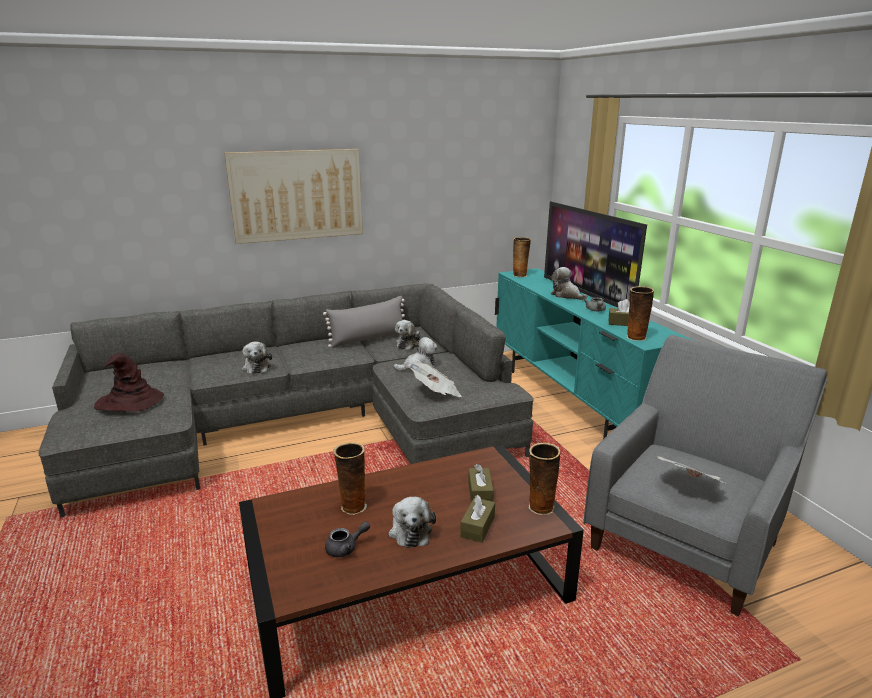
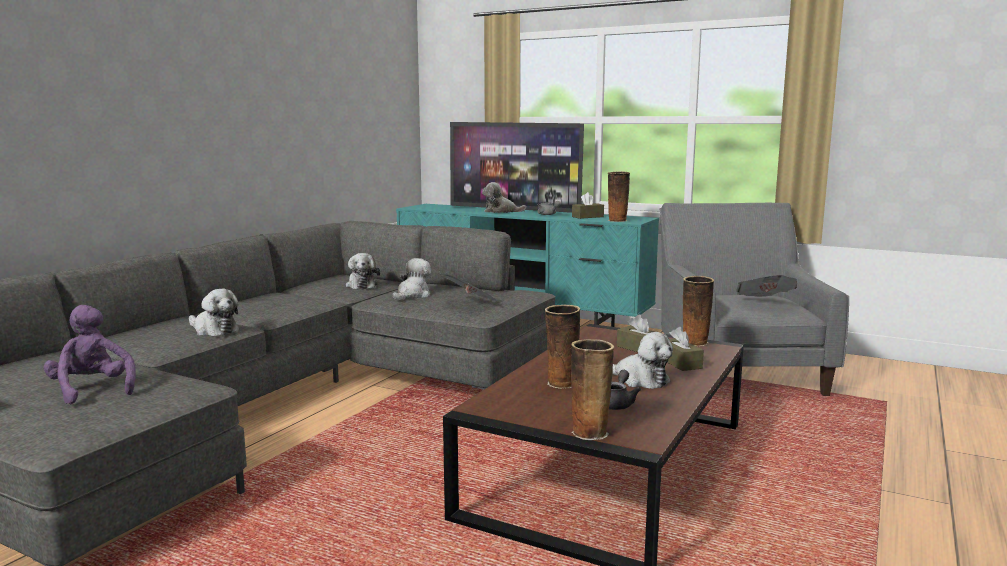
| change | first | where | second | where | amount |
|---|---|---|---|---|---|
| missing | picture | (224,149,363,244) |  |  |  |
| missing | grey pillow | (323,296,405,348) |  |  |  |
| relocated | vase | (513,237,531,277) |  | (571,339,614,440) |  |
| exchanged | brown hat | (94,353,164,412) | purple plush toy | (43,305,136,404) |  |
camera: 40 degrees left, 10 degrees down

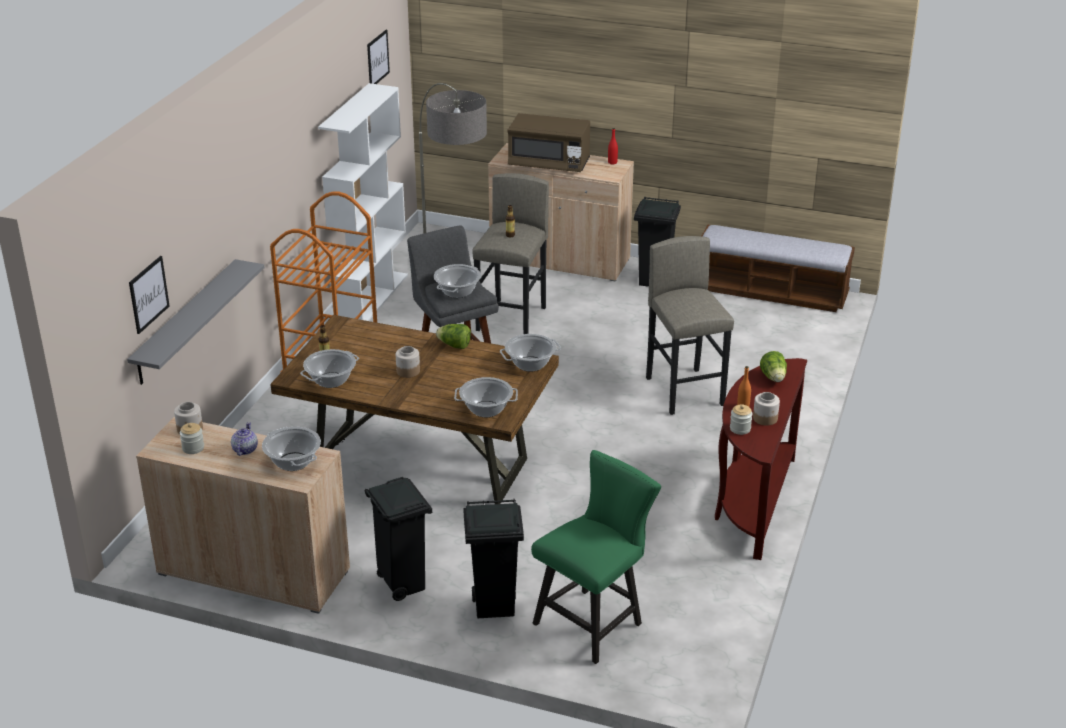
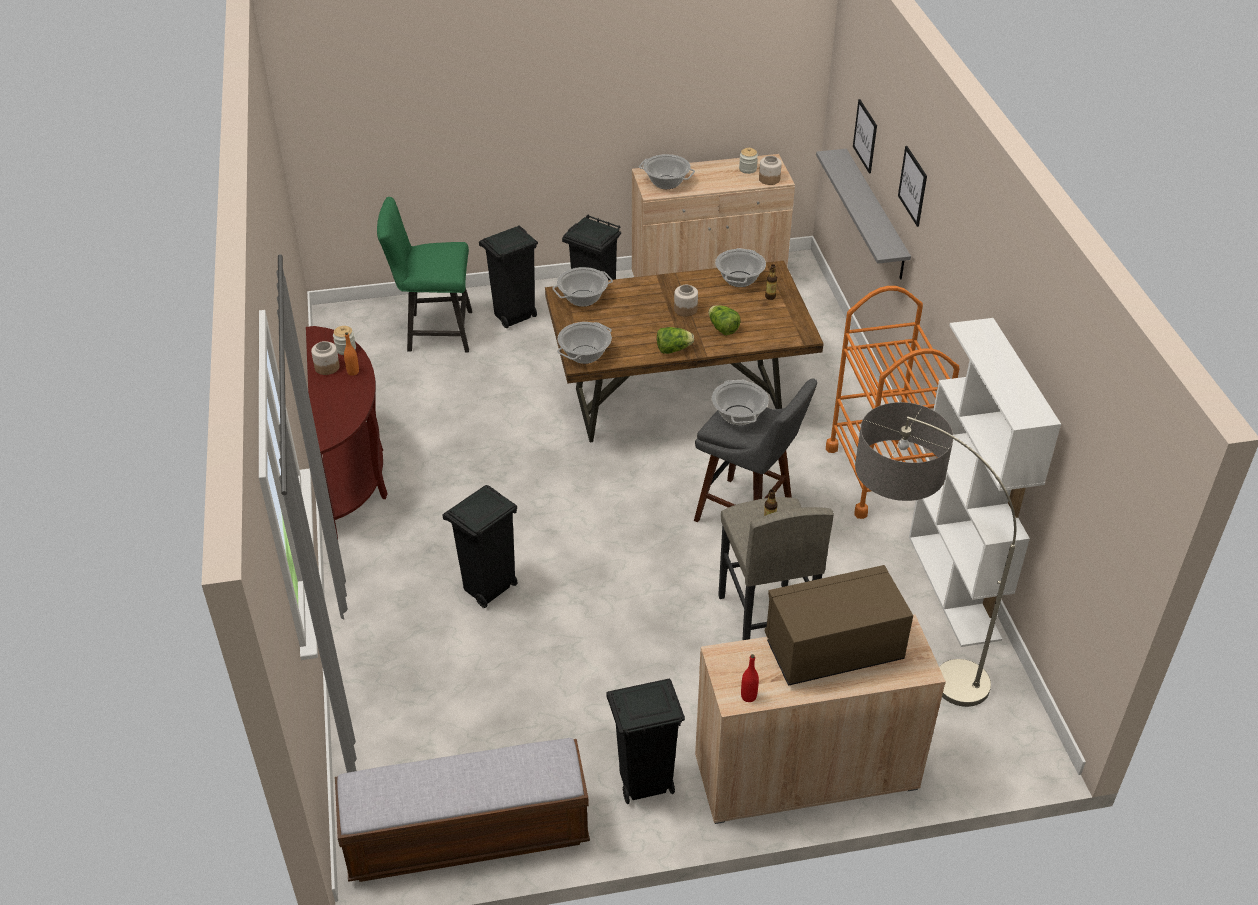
| change | first | where | second | where | amount |
|---|---|---|---|---|---|
| missing | teapot | (231,422,258,456) |  |  |  |
| relocated | picture | (367,30,390,84) |  | (898,146,927,227) |  |
| relocated | lettuce | (760,351,787,382) |  | (708,305,741,335) |  |
| exchanged | grey stool | (646,236,734,415) | black trash can | (442,485,518,608) |  |
| spun | green chair | (531,450,661,664) |  | (377,197,472,352) | 75 degrees clockwise |
camera: 150 degrees right, 10 degrees up

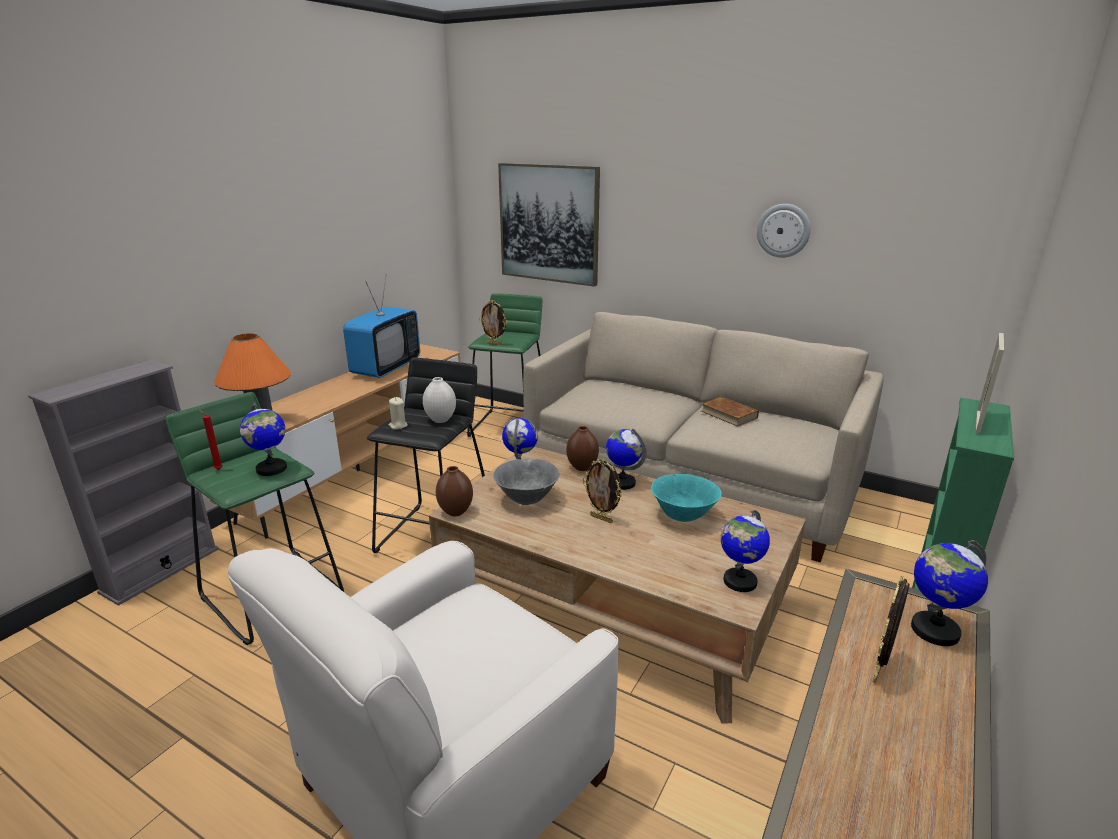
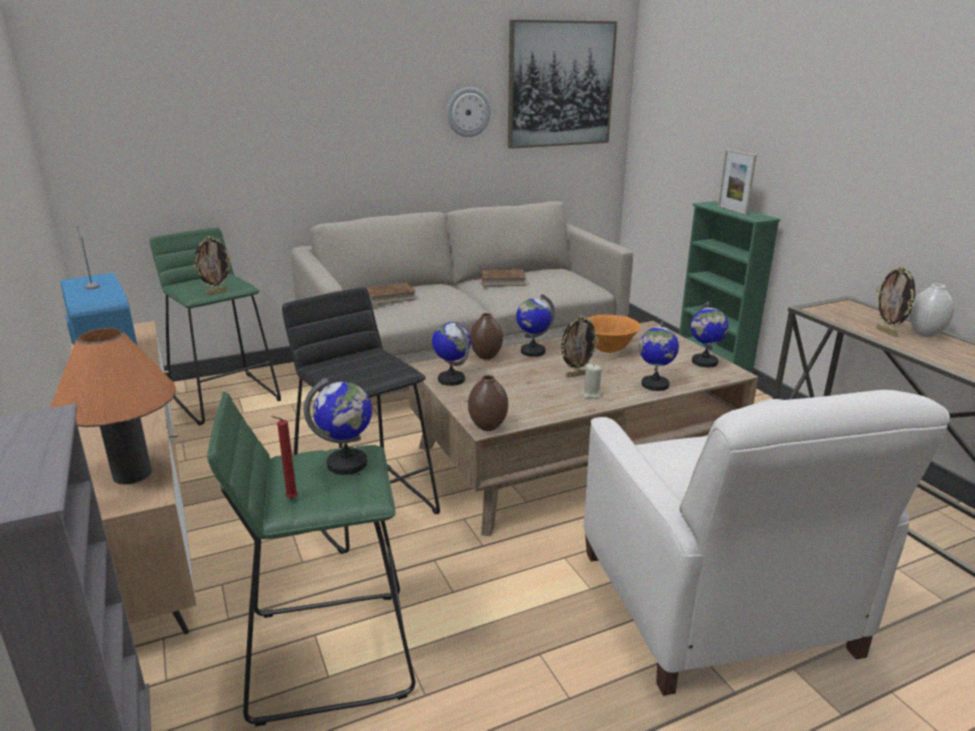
| change | first | where | second | where | amount |
|---|---|---|---|---|---|
| missing | grey bowl | (493,459,560,505) |  |  |  |
| appeared |  |  | brown book | (366,283,416,305) |  |
| relocated | beige candle | (389,397,408,429) |  | (581,364,602,399) |  |
| relocated | white vase | (423,377,456,423) |  | (909,284,954,337) |  |
| relocated | picture | (498,163,600,287) |  | (508,20,617,149) |  |
| relocated | globe | (911,540,988,646) |  | (639,321,679,391) |  |
| colour | turquoise bowl | (651,474,722,522) | orange bowl | (587,315,641,353) |  |
camera: 55 degrees left, 0 degrees up

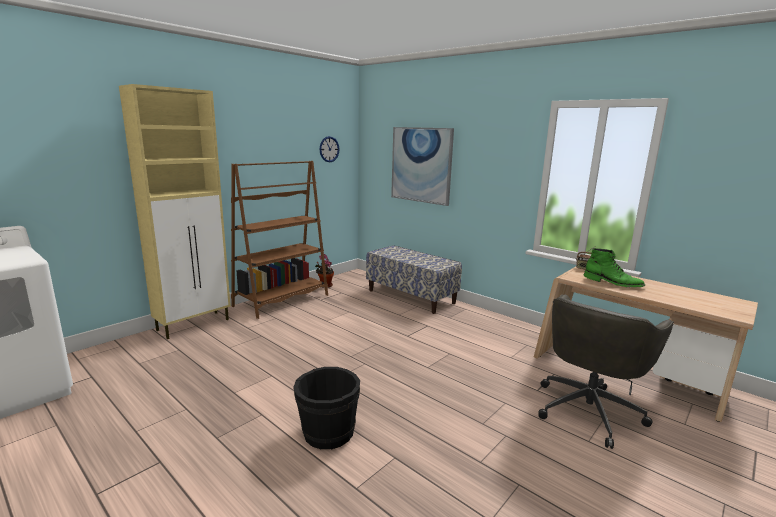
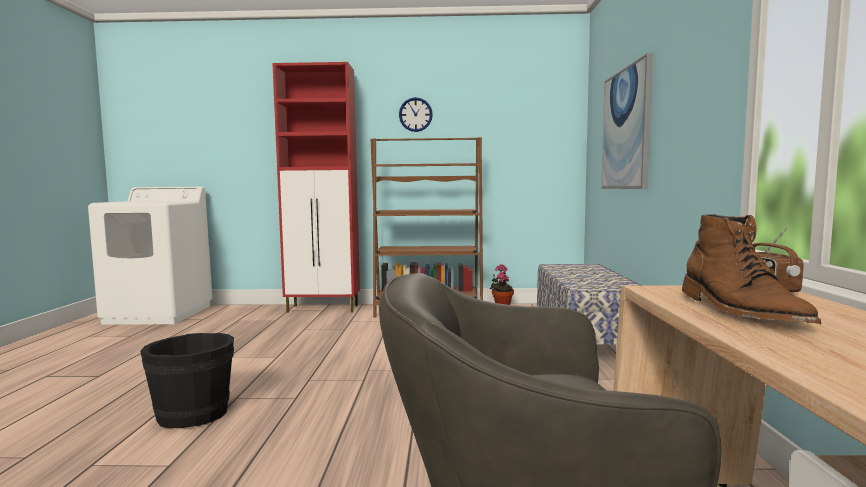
| change | first | where | second | where | amount |
|---|---|---|---|---|---|
| relocated | wall clock | (319,136,340,162) |  | (399,97,433,132) |  |
| colour | beige cabinet | (119,84,231,339) | red cabinet | (272,62,360,313) |  |
| colour | green boot | (584,248,645,287) | brown boot | (682,214,821,324) |  |
camera: 50 degrees right, 10 degrees down

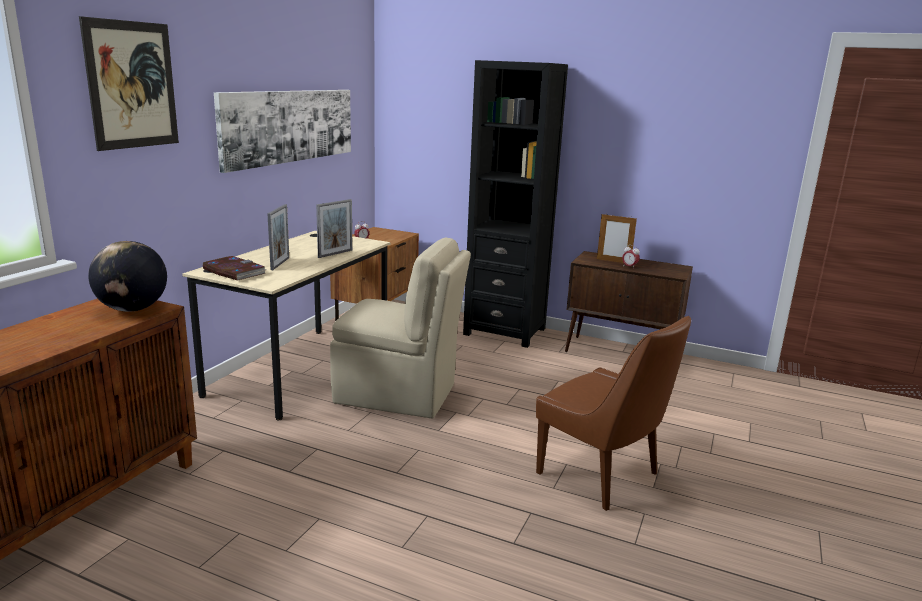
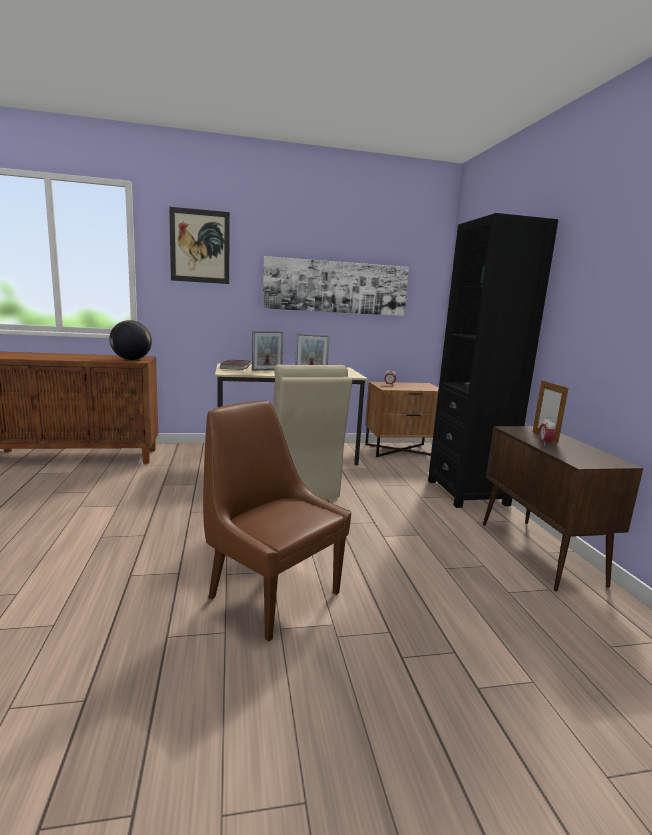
| change | first | where | second | where | amount |
|---|---|---|---|---|---|
| spun | brown chair | (536,316,691,511) |  | (203,401,351,642) | 120 degrees clockwise |
camera: 55 degrees right, 5 degrees down

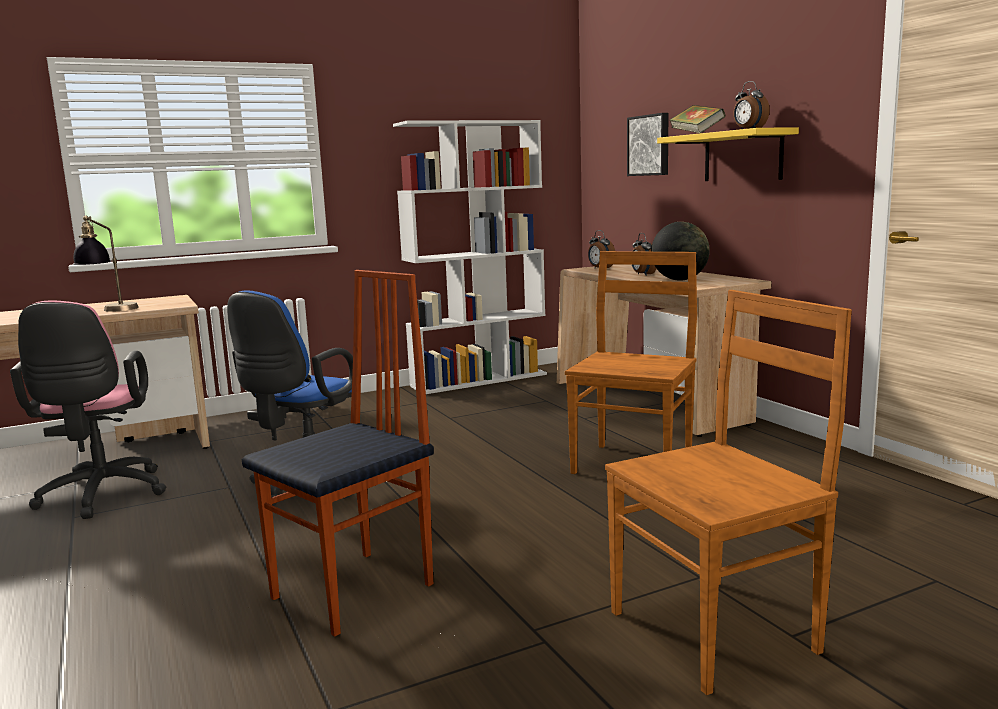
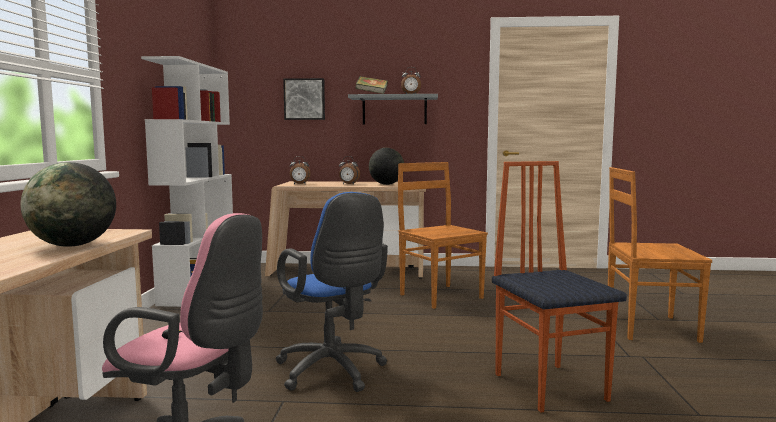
| change | first | where | second | where | amount |
|---|---|---|---|---|---|
| exchanged | table lamp | (73,216,139,312) | globe | (21,162,116,247) |  |
| colour | yellow shelf | (657,127,799,181) | grey shelf | (348,94,438,124) |  |
| spun | brown chair | (605,290,852,695) |  | (608,167,712,343) | 90 degrees counterclockwise |
camera: 60 degrees left, 5 degrees down

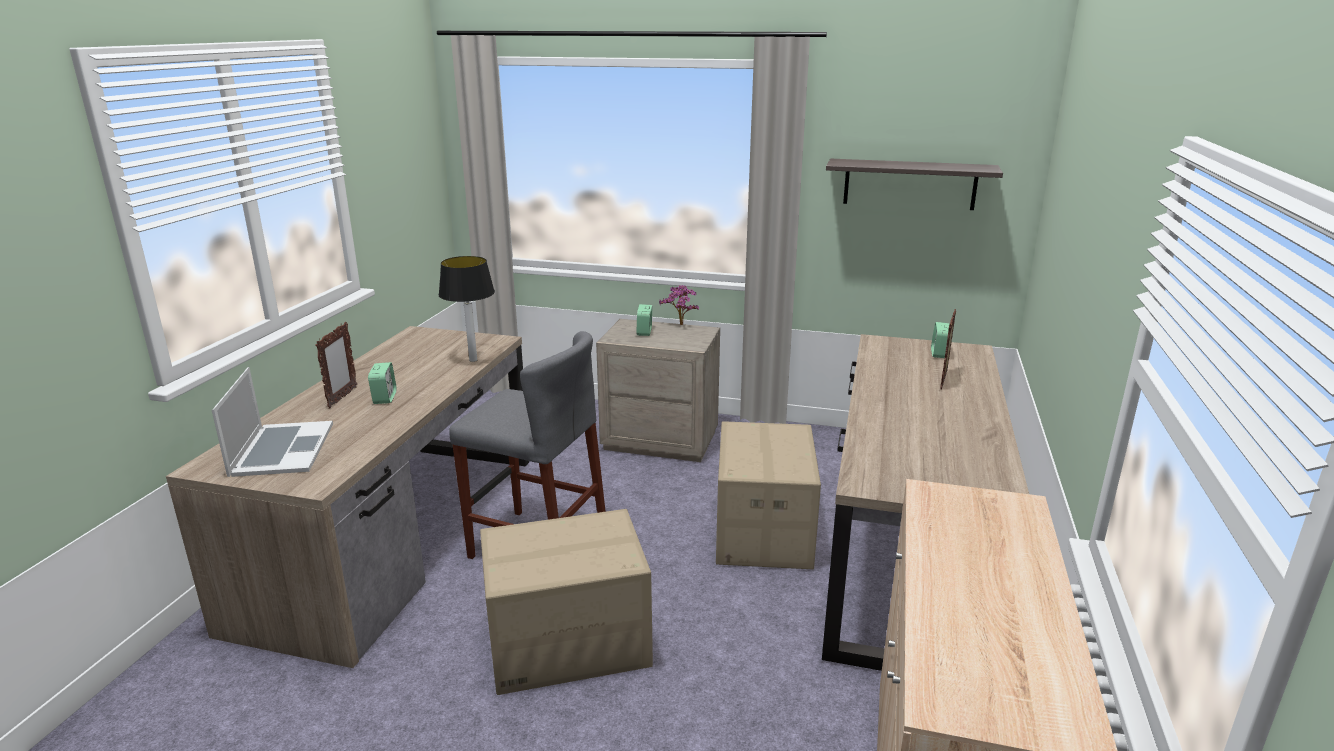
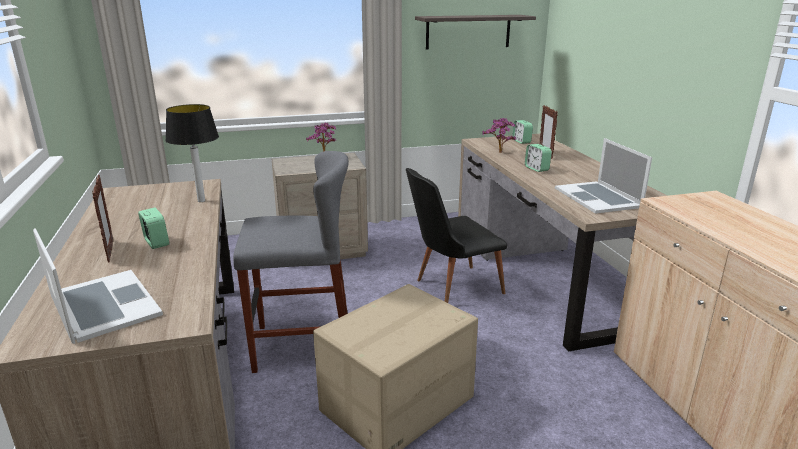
| change | first | where | second | where | amount |
|---|---|---|---|---|---|
| appeared |  |  | potted plant | (482,118,516,153) |  |
| appeared |  |  | laptop | (555,138,652,214) |  |
| relocated | alarm clock | (637,304,652,336) |  | (525,144,552,172) |  |
| exchanged | cardboard box | (716,421,821,569) | black chair | (406,168,507,303) |  |
camera: 30 degrees left, 0 degrees up

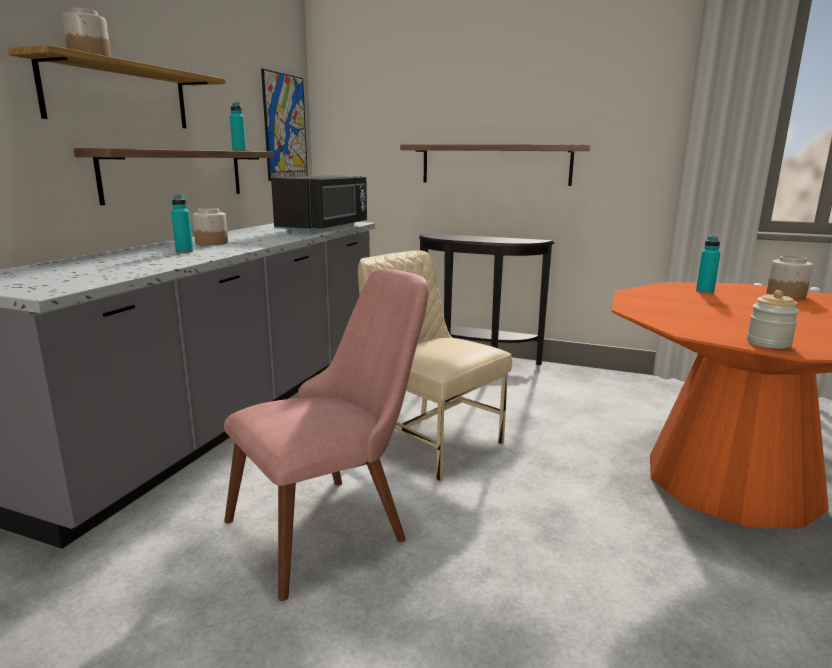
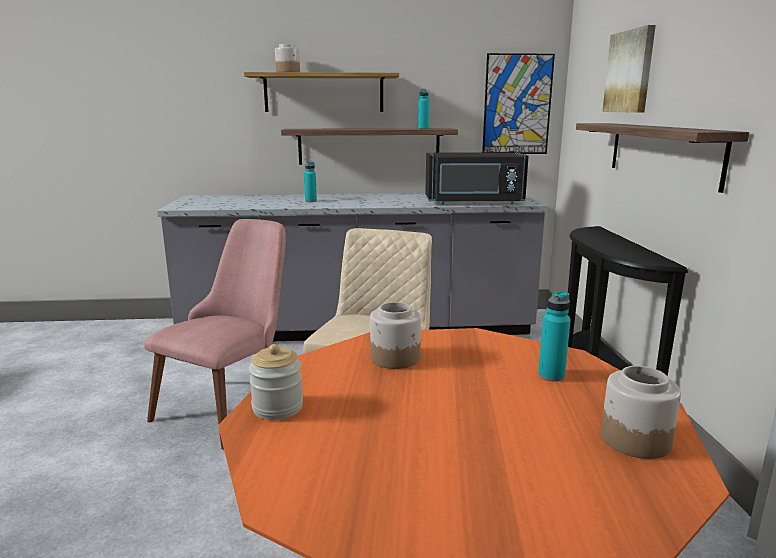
| change | first | where | second | where | amount |
|---|---|---|---|---|---|
| appeared |  |  | picture | (602,25,656,113) |  |
| relocated | jar | (193,208,228,245) |  | (370,302,421,369) |  |
| spun | pink chair | (224,269,429,601) |  | (144,219,286,450) | 90 degrees counterclockwise |
camera: 65 degrees right, 0 degrees up

